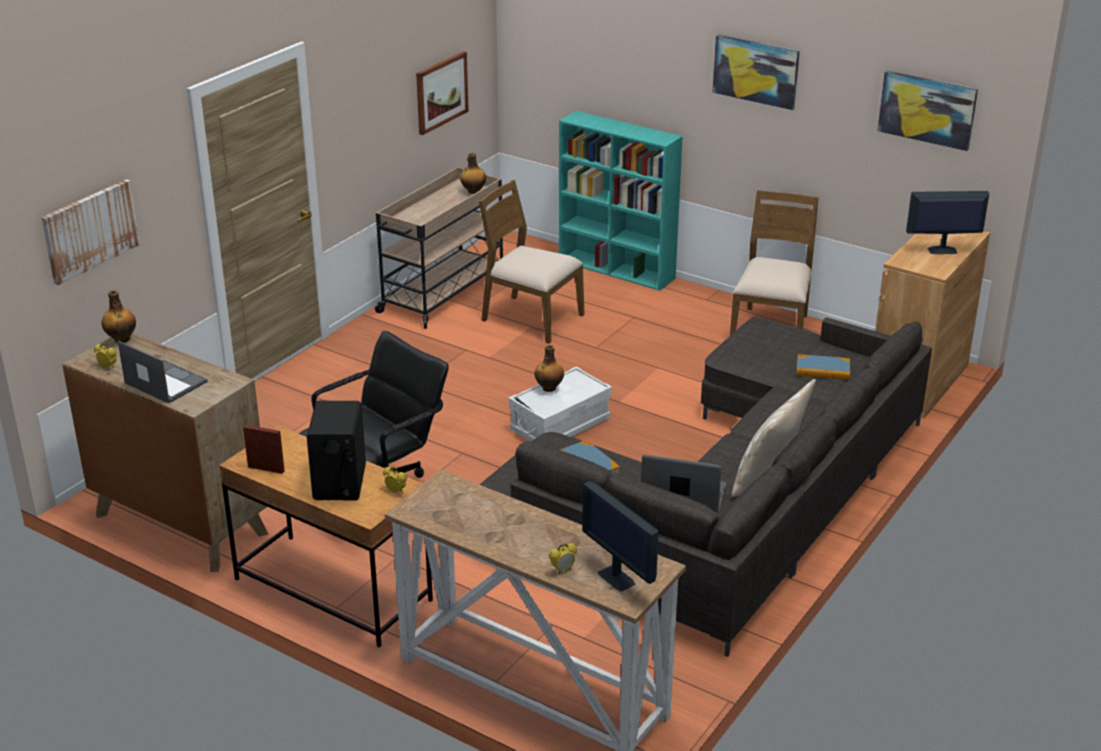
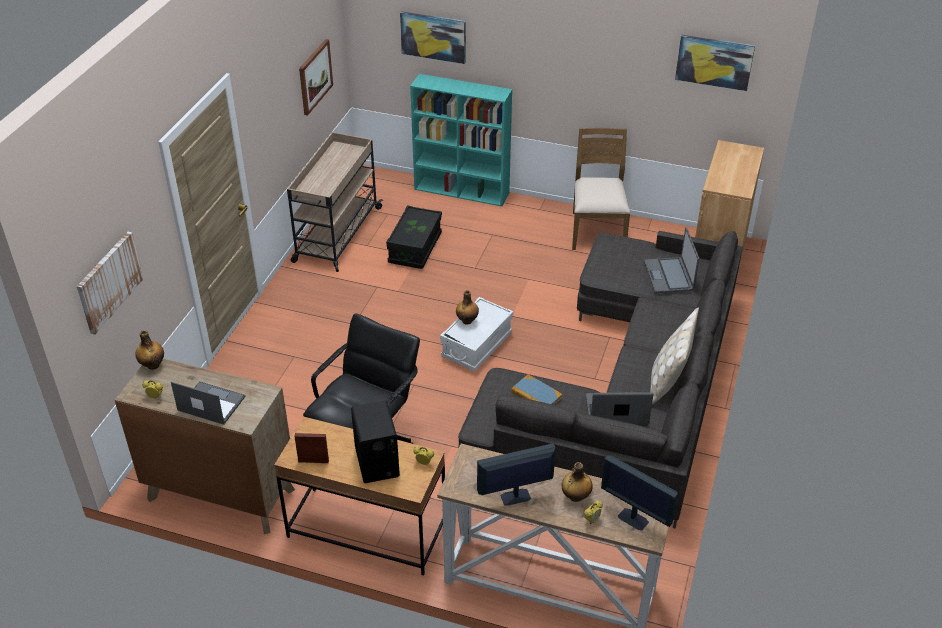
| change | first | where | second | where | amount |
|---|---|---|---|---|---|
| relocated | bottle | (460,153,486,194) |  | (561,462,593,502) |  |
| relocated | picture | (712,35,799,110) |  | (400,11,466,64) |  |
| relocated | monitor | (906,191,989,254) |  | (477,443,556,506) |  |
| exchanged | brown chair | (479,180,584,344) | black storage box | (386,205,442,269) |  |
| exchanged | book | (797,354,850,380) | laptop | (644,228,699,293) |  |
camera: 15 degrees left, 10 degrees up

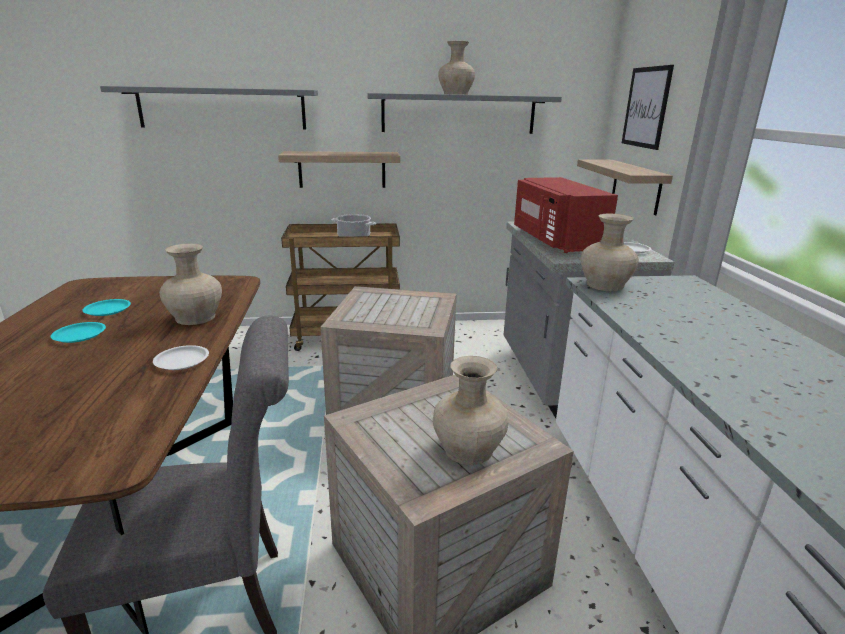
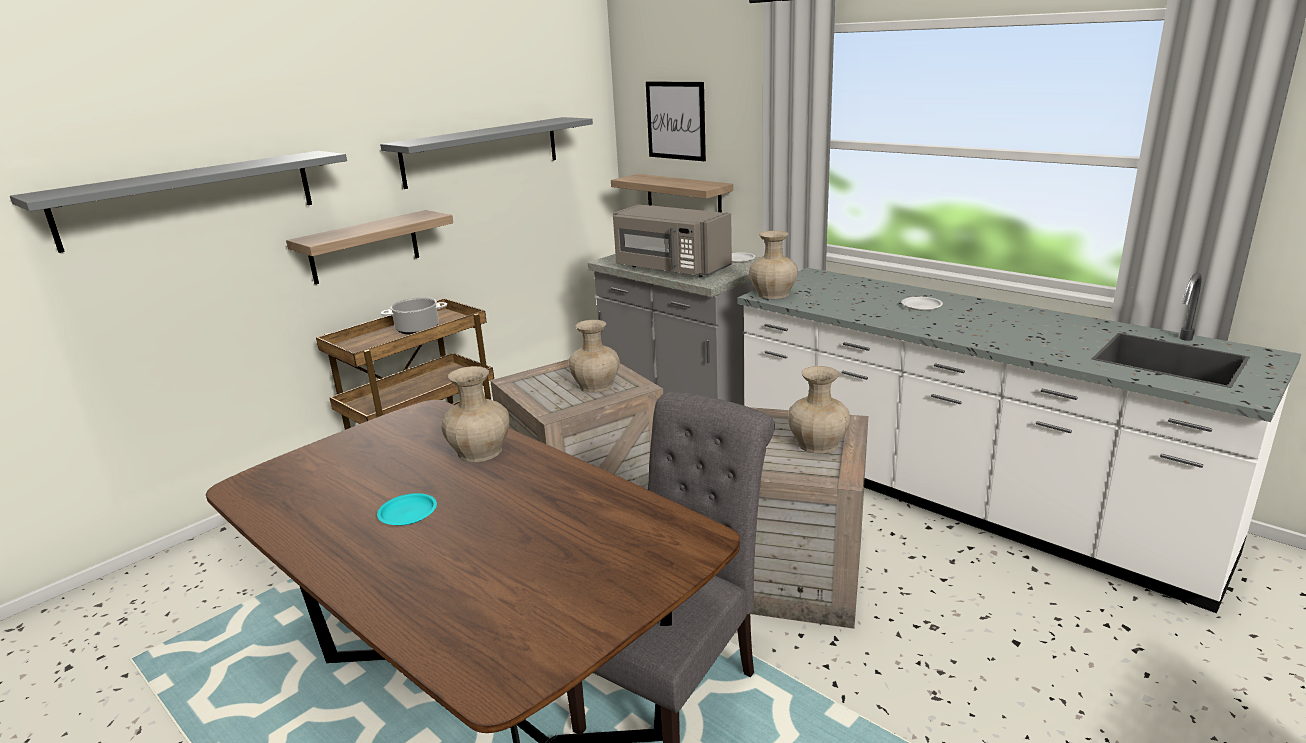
| change | first | where | second | where | amount |
|---|---|---|---|---|---|
| missing | turquoise plate | (82,299,131,316) |  |  |  |
| relocated | white plate | (153,345,209,370) |  | (901,297,943,311) |  |
| relocated | beige vase | (438,41,475,95) |  | (569,320,620,392) |  |
| colour | red microwave | (514,177,618,253) | grey microwave | (613,204,732,277) |  |
camera: 40 degrees left, 0 degrees up

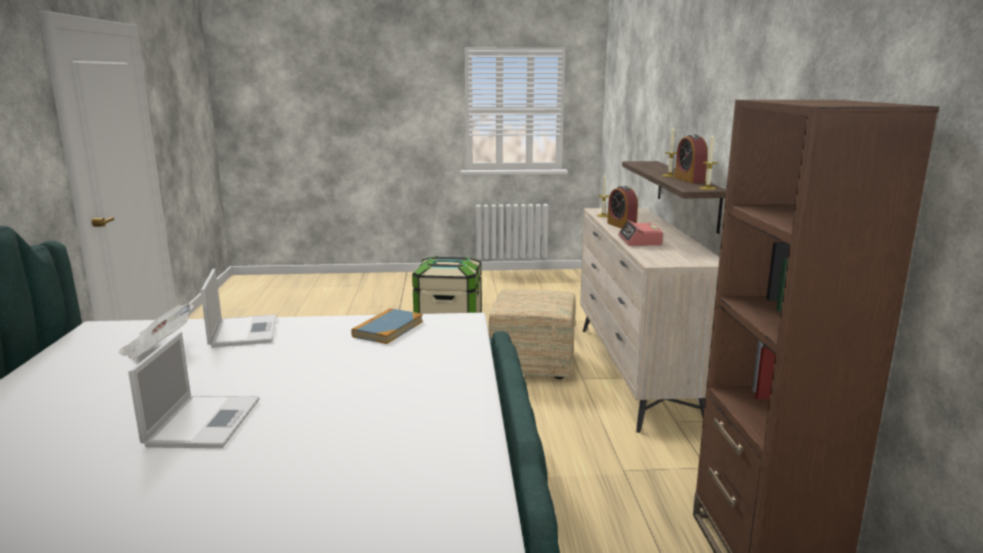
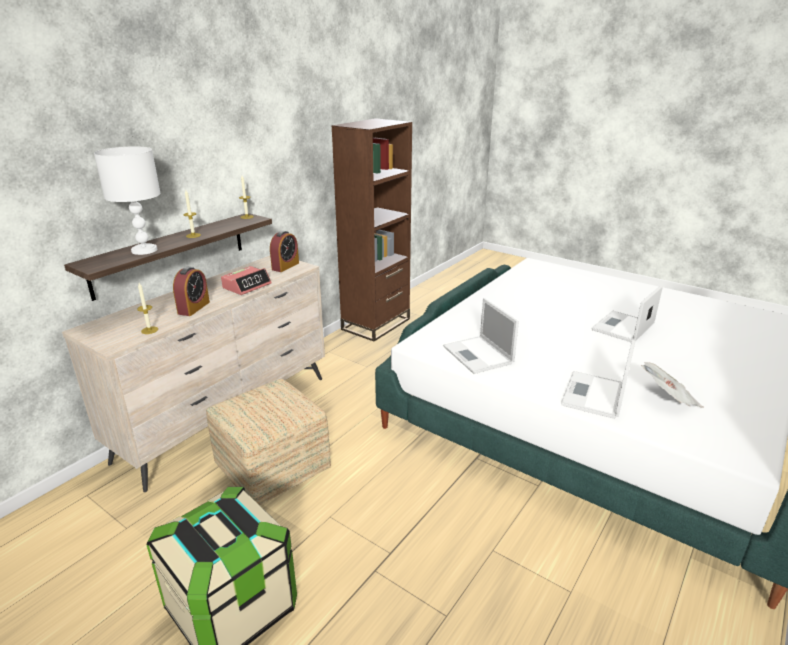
| change | first | where | second | where | amount |
|---|---|---|---|---|---|
| appeared |  |  | white table lamp | (94,146,161,255) |  |
| relocated | alarm clock | (675,134,708,183) |  | (270,231,299,272) |  |
| exchanged | book | (351,308,423,344) | laptop | (443,298,519,374) |  |
camera: 140 degrees left, 10 degrees up

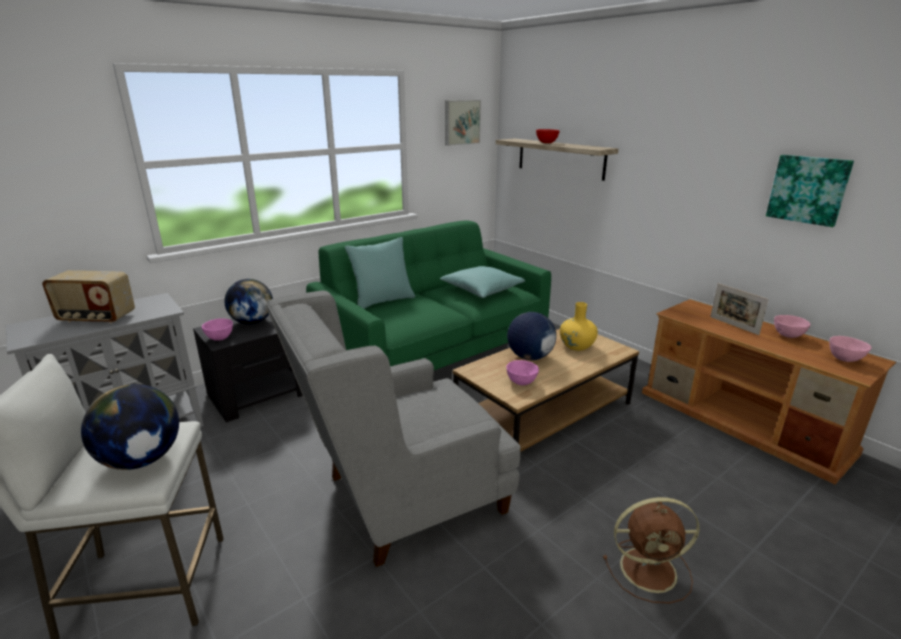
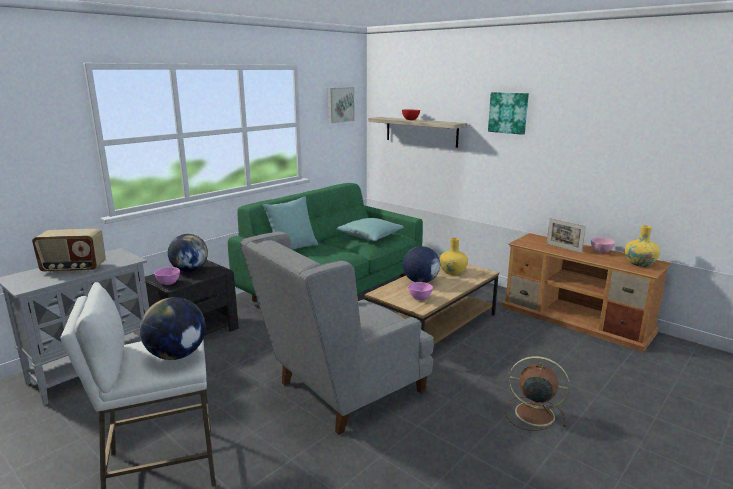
| change | first | where | second | where | amount |
|---|---|---|---|---|---|
| relocated | picture | (766,155,854,227) |  | (488,92,529,135) |  |
| exchanged | pink bowl | (829,336,872,362) | yellow vase | (625,225,660,267) |  |
| spun | brown fan | (603,497,699,603) |  | (505,356,570,431) | 150 degrees counterclockwise |
camera: 10 degrees left, 5 degrees down

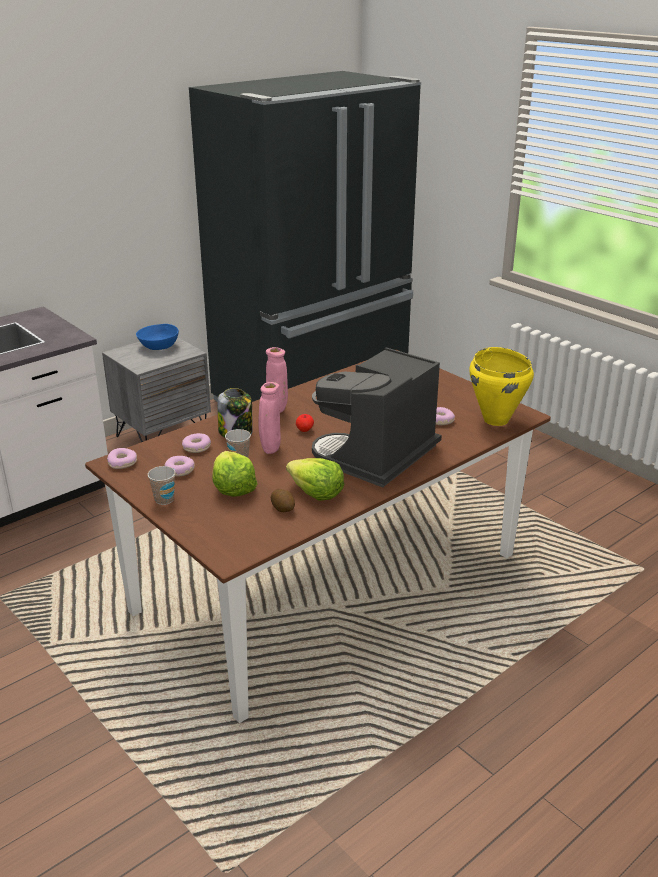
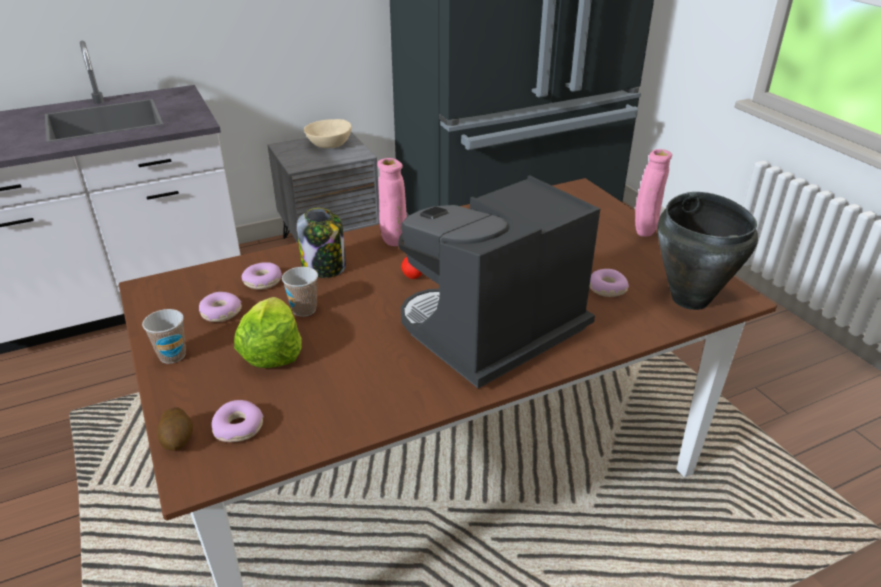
| change | first | where | second | where | amount |
|---|---|---|---|---|---|
| missing | lettuce | (286,458,344,501) |  |  |  |
| relocated | donut | (107,448,137,469) |  | (211,400,264,442) |  |
| relocated | pink vase | (258,382,281,454) |  | (635,149,672,237) |  |
| relocated | potato | (271,489,295,512) |  | (157,407,193,451) |  |
| colour | blue bowl | (136,324,179,350) | beige bowl | (304,119,352,148) |  |
| colour | yellow cooking pot | (469,347,534,426) | black cooking pot | (657,192,758,310) |  |
camera: 15 degrees right, 5 degrees up

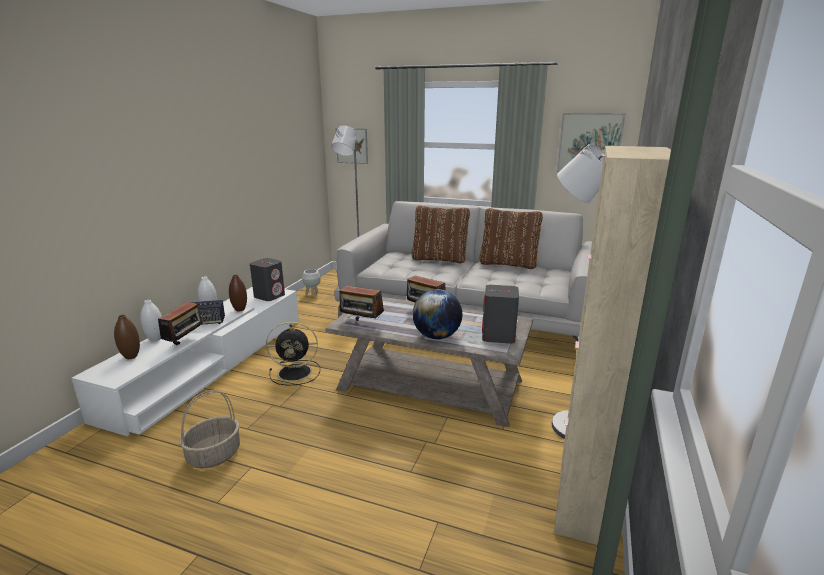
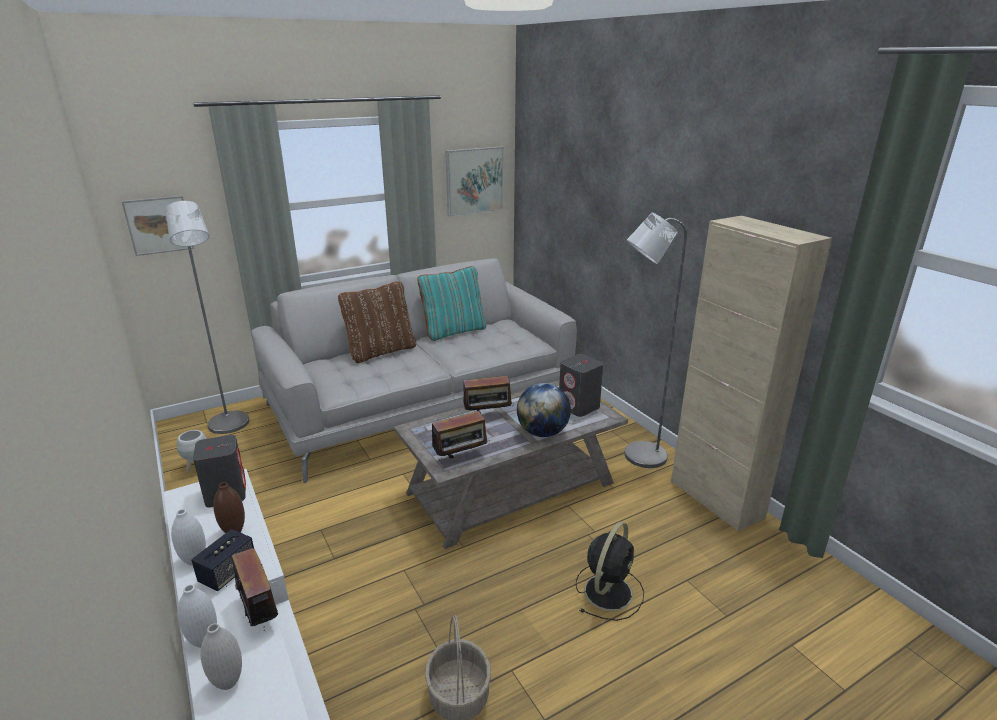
| change | first | where | second | where | amount |
|---|---|---|---|---|---|
| relocated | black fan | (266,321,320,386) |  | (576,522,644,621) |  |
| colour | brown vase | (114,315,140,359) | white vase | (200,623,242,690) |  |
| colour | brown pillow | (479,208,543,269) | turquoise pillow | (418,266,487,341) |  |
camera: 50 degrees left, 5 degrees up

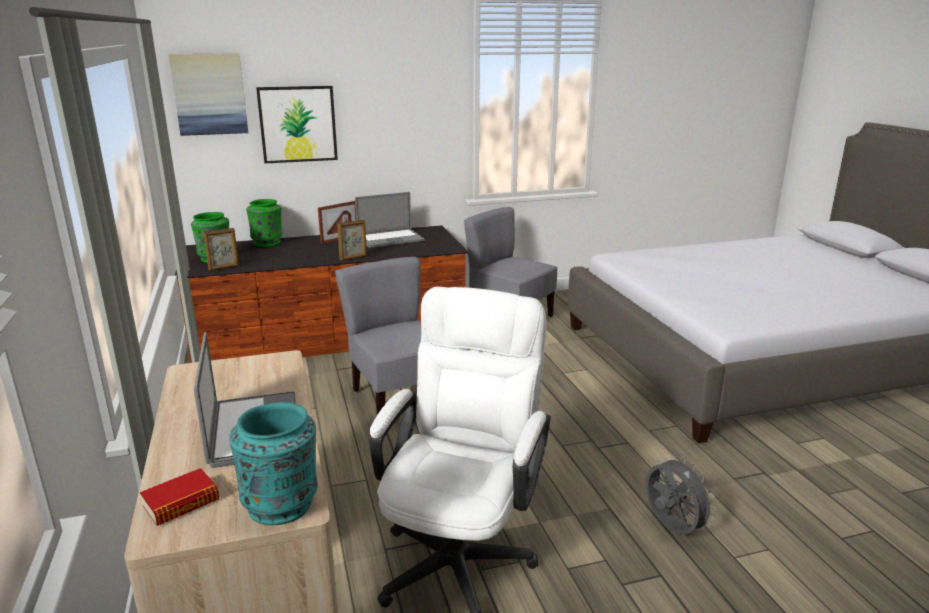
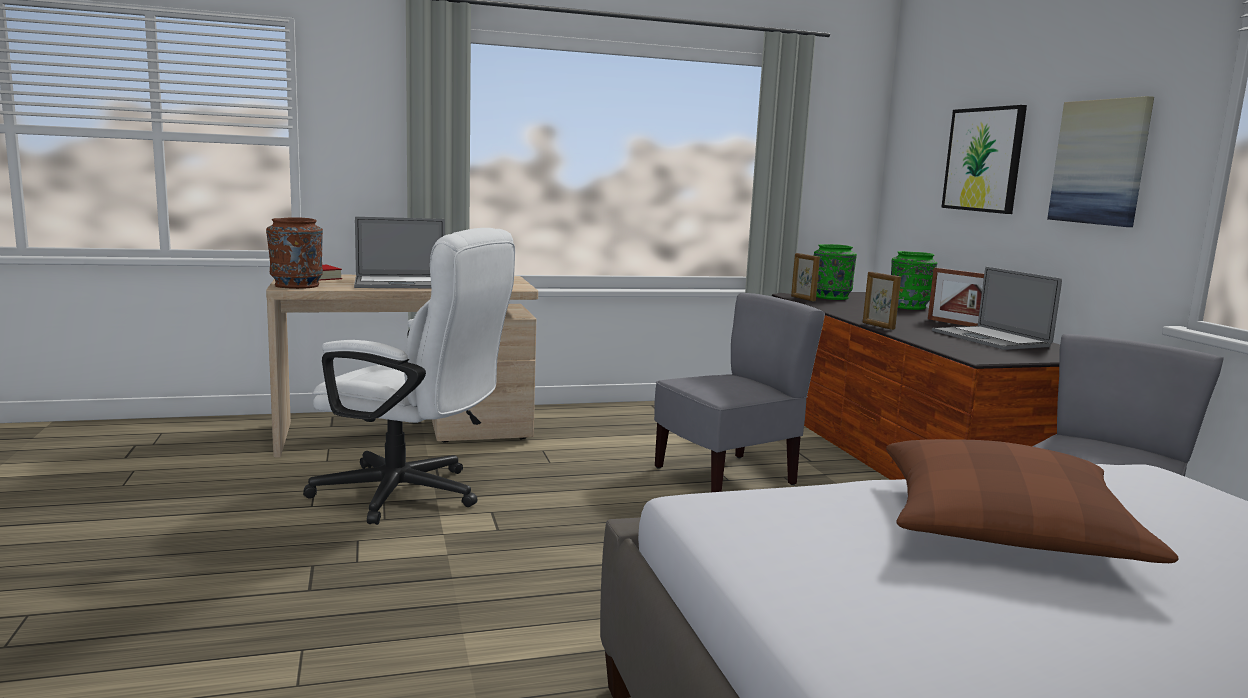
| change | first | where | second | where | amount |
|---|---|---|---|---|---|
| missing | grey fan | (645,454,717,534) |  |  |  |
| appeared |  |  | brown pillow | (886,439,1179,563) |  |
| relocated | picture | (168,53,248,136) |  | (1047,96,1154,227) |  |
| colour | turquoise vase | (229,402,318,525) | brown vase | (266,217,323,289) |  |
camera: 90 degrees right, 10 degrees down

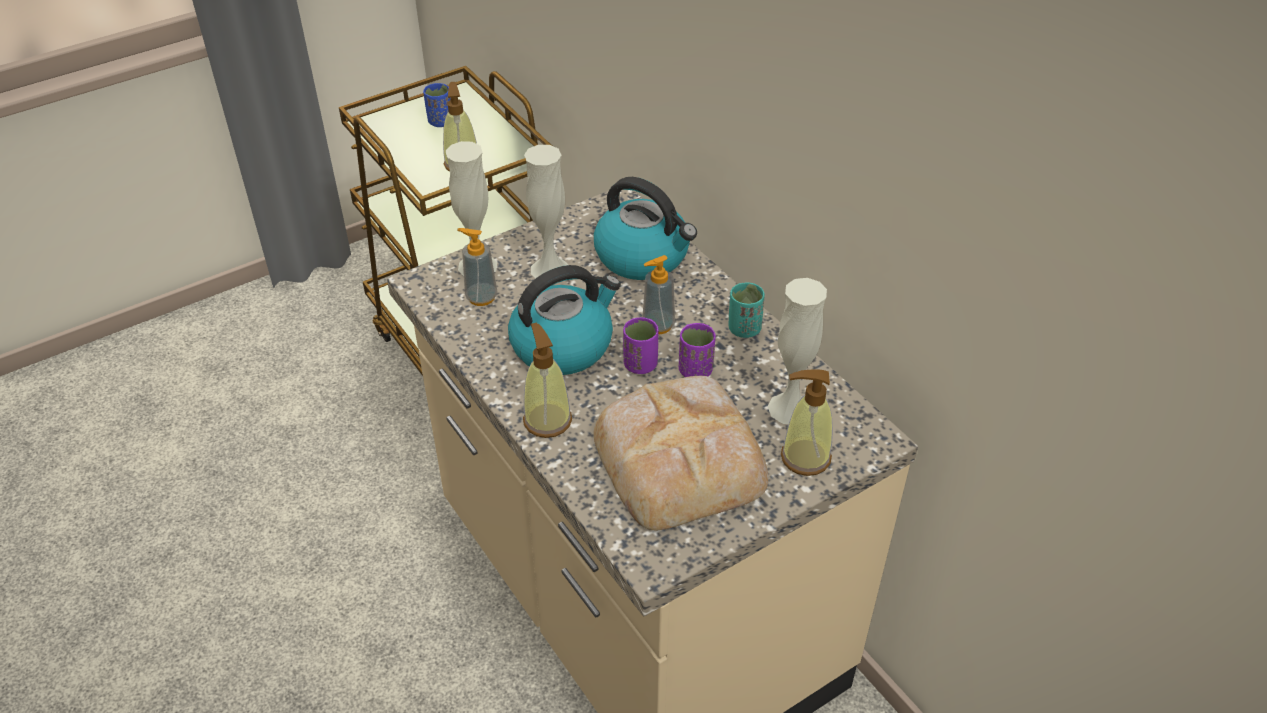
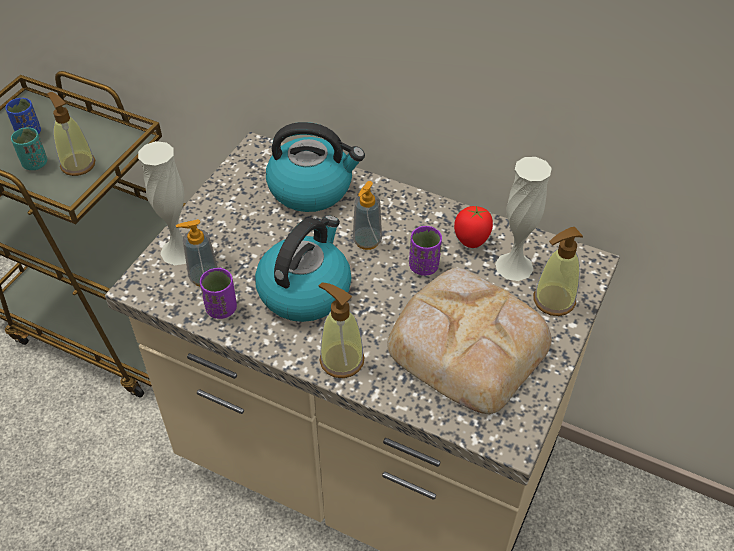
| change | first | where | second | where | amount |
|---|---|---|---|---|---|
| missing | white vase | (524,145,569,278) |  |  |  |
| appeared |  |  | tomato | (454,206,493,248) |  |
| relocated | purple cup | (623,317,658,374) |  | (200,268,237,319) |  |
| relocated | turquoise cup | (729,283,765,338) |  | (11,127,47,170) |  |
camera: 30 degrees left, 5 degrees up

